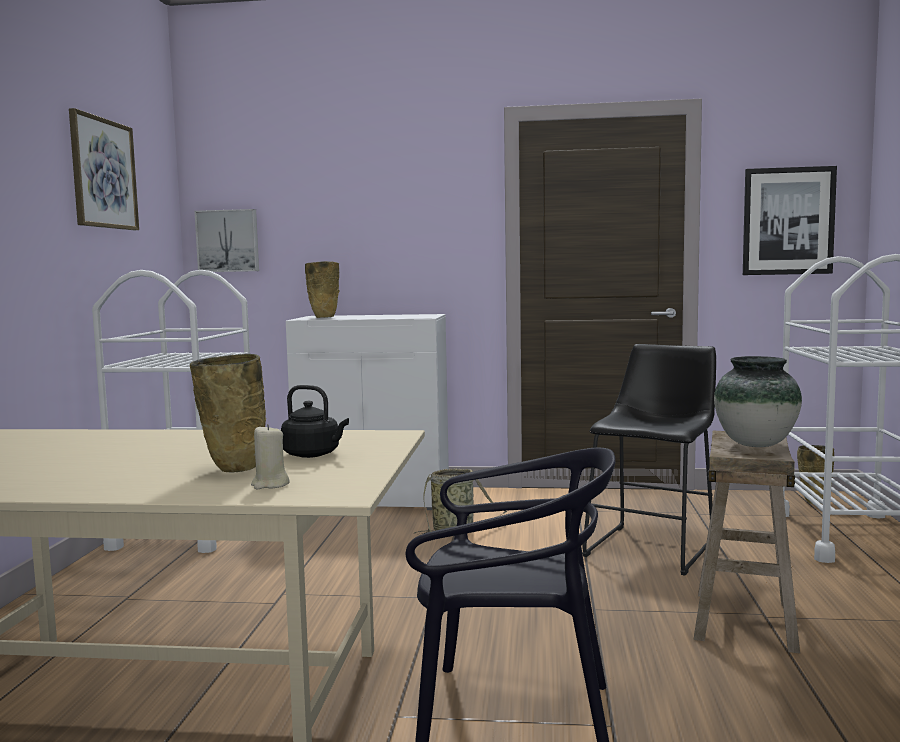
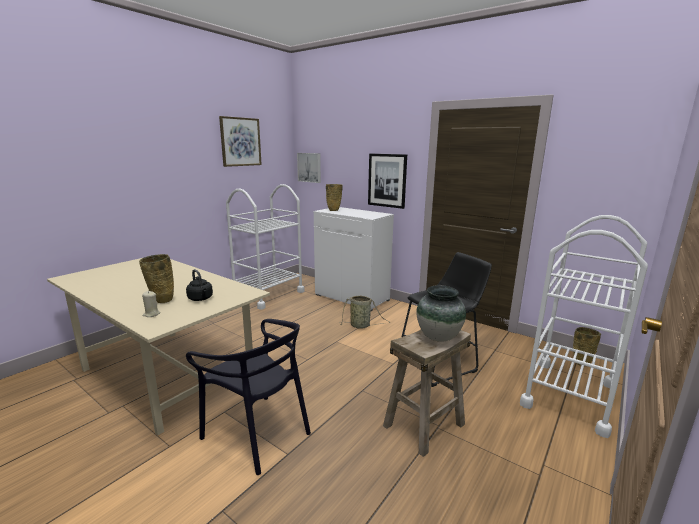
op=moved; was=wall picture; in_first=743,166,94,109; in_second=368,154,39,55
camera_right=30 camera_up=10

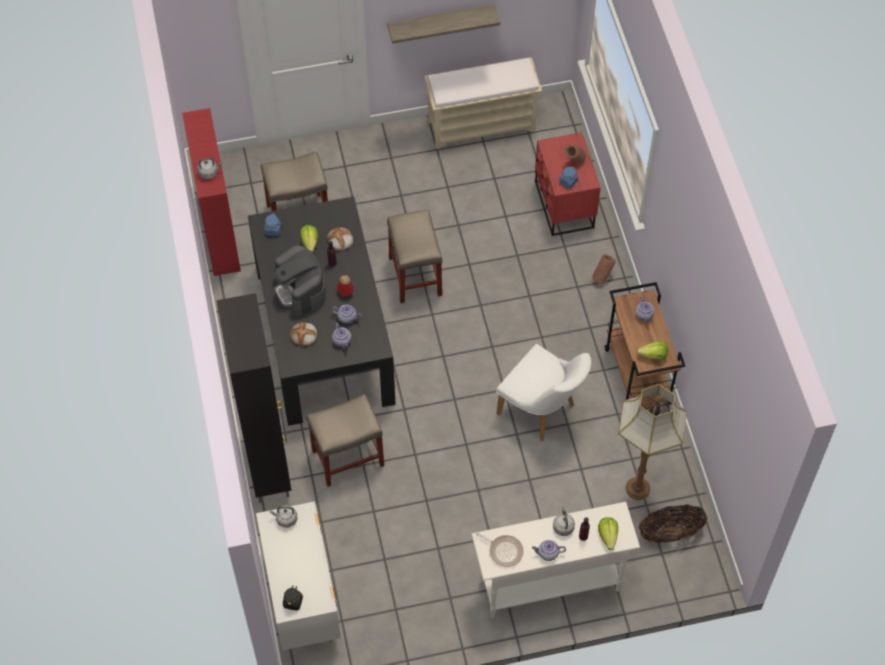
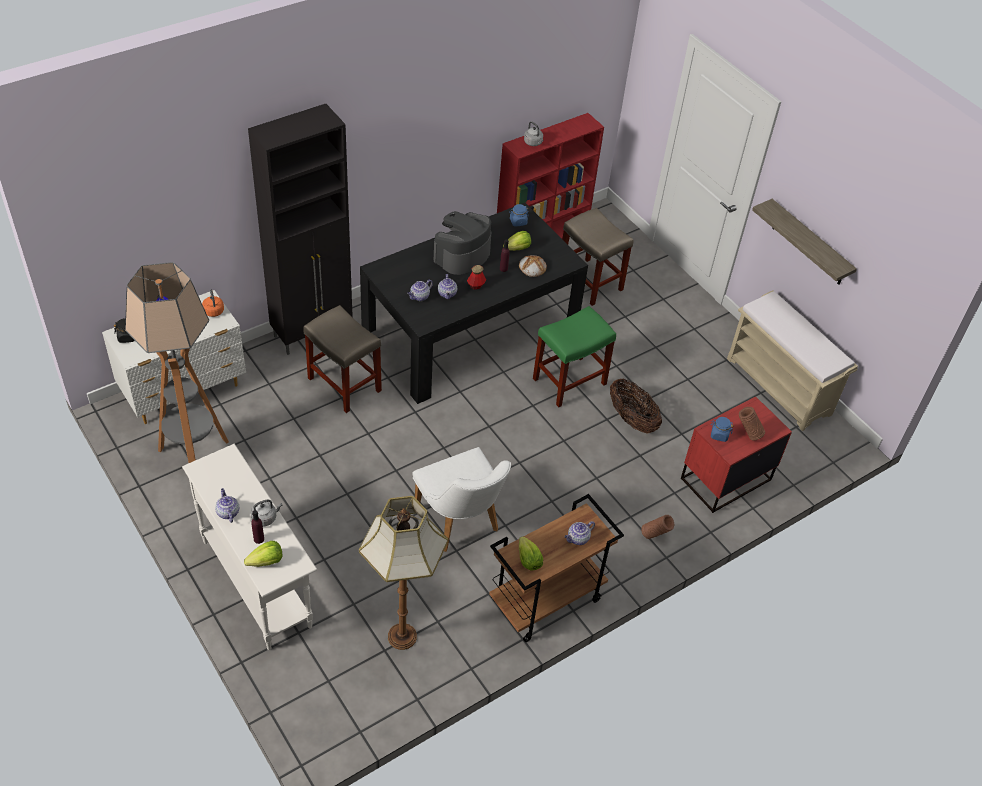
op=recoloured; was=water kettle (grey); now=water kettle (orangey); in_first=269,505,28,23; in_second=202,289,22,28
op=removed; was=baked bread; in_first=290,322,27,25
op=recoloured; was=stool (sand-coloured); now=stool (green); in_first=387,210,56,93; in_second=533,306,83,101
op=removed; was=frying pan; in_first=476,532,48,35
op=turned; was=chair (white); in_first=496,344,95,97; in_second=413,447,98,105; clockwise=-45
op=moved; was=basket; in_first=639,504,68,39; in_second=610,378,52,56
op=added; now=standard lamp; in_second=125,262,104,201
camera_right=65 camera_up=-10

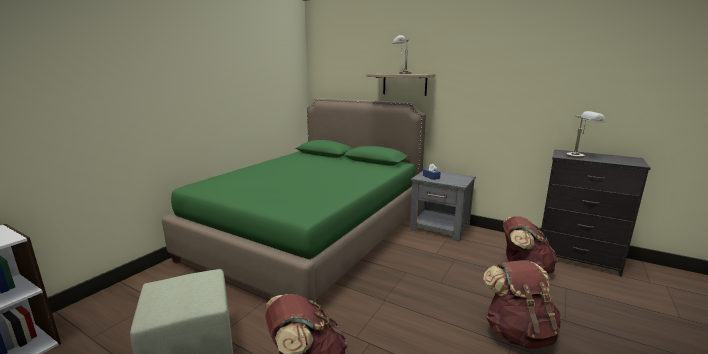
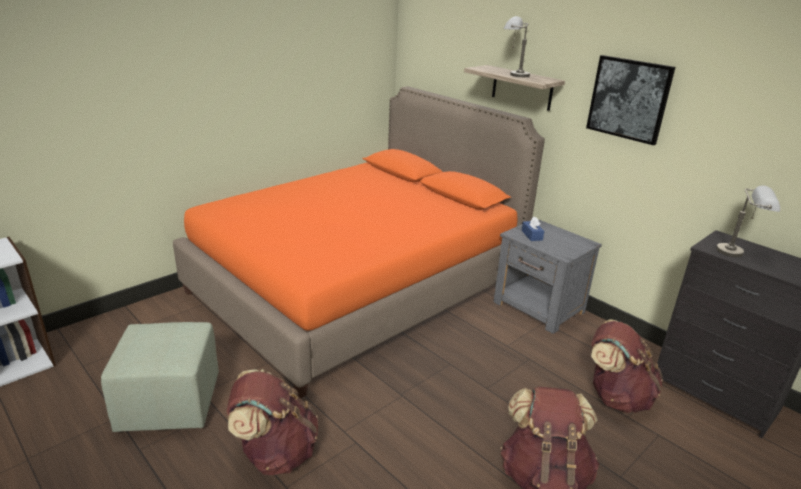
op=recoloured; was=bedroom bed (green); now=bedroom bed (orangey); in_first=162,98,264,204; in_second=173,86,372,313
op=added; now=wall picture; in_second=586,55,89,90
camera_right=15 camera_up=10

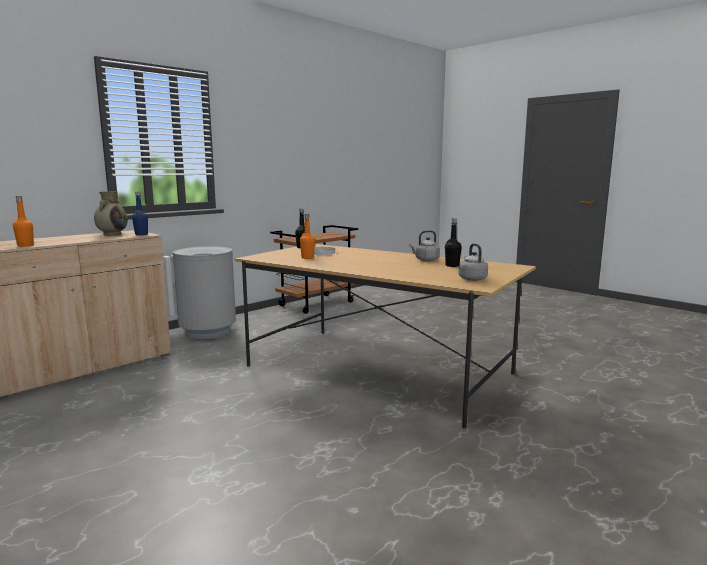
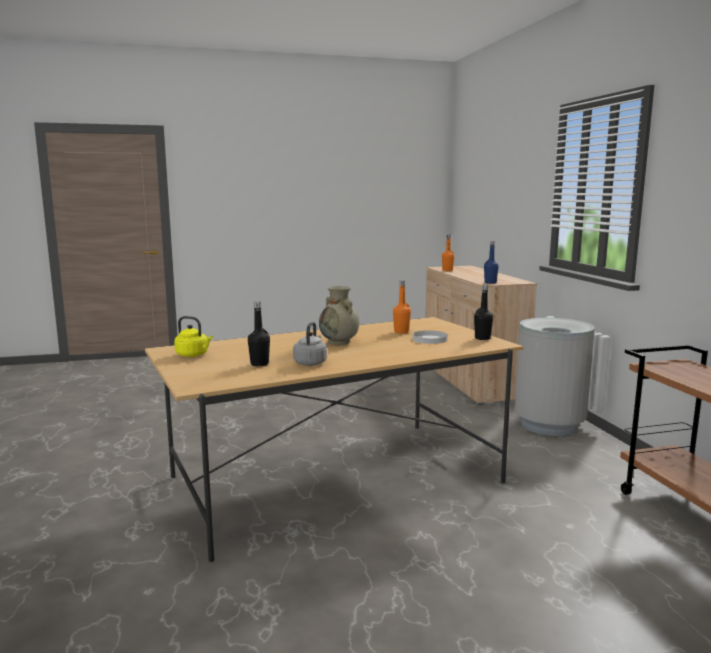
op=moved; was=vase (sand-coloured); in_first=94,191,34,44; in_second=319,286,40,59
op=recoloured; was=water kettle (grey); now=water kettle (yellow-coloured); in_first=458,243,30,38; in_second=174,316,39,41
camera_right=120 camera_up=0

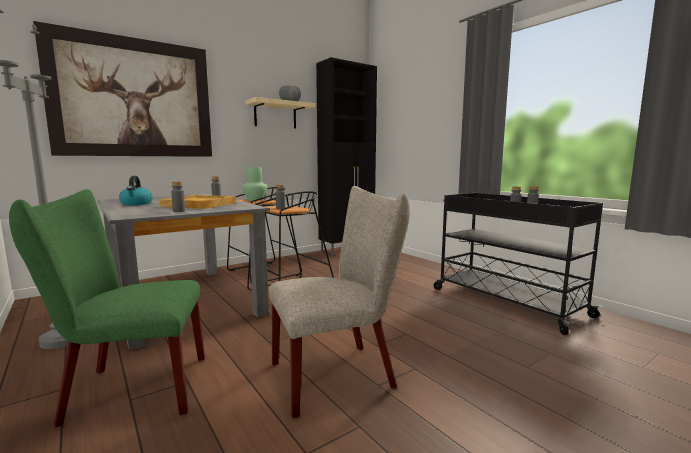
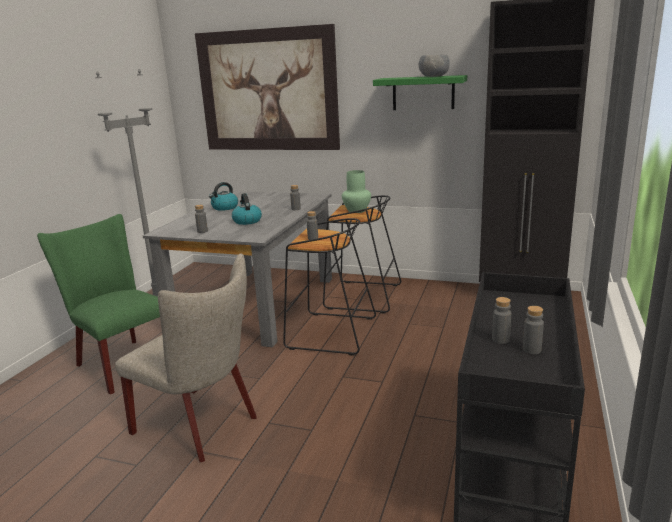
op=replaced; was=serving tray (sand-coloured); now=water kettle; in_first=159,195,77,14; in_second=232,193,30,32
op=recoloured; was=bracket shelf (sand-coloured); now=bracket shelf (green); in_first=245,97,70,31; in_second=373,75,94,35
camera_right=55 camera_up=10

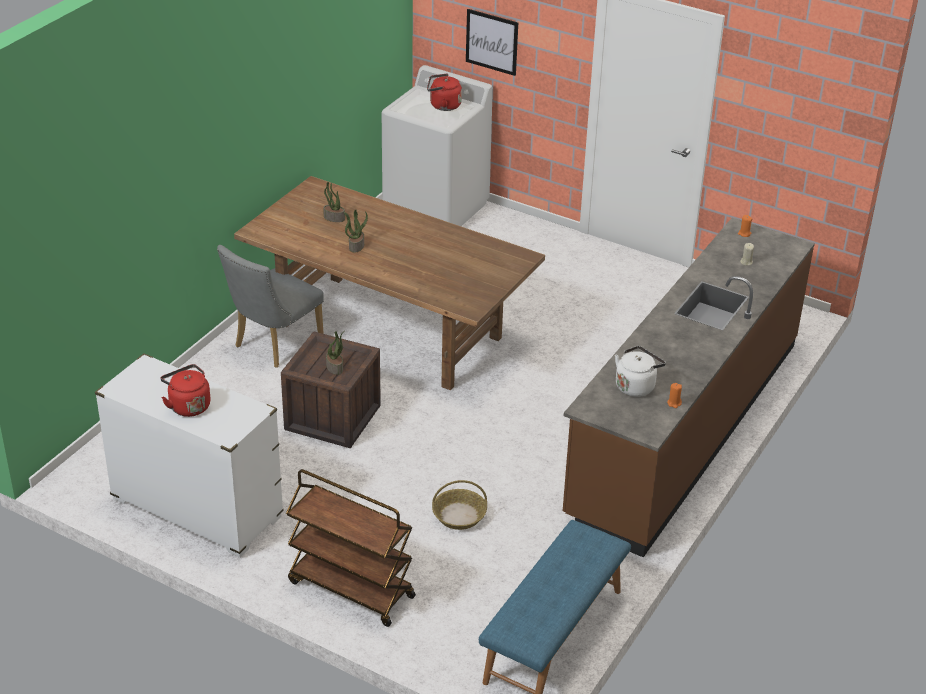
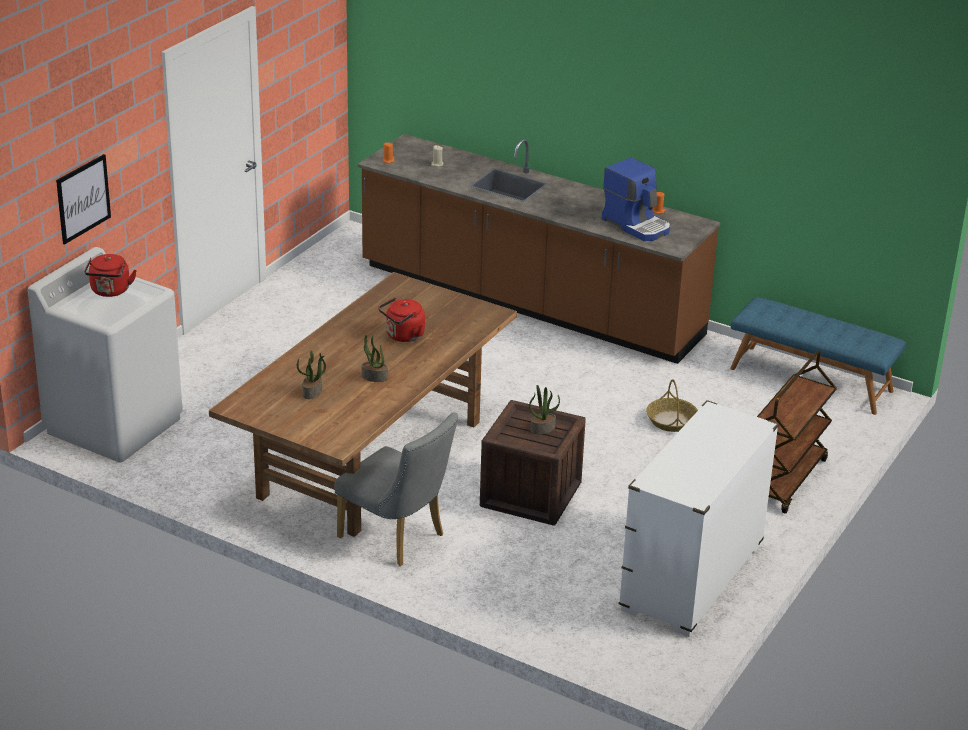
op=moved; was=water kettle (reddish); in_first=160,364,51,53; in_second=378,297,47,45
op=replaced; was=water kettle (white); now=coffee machine; in_first=615,346,51,51; in_second=602,157,68,84
camera_right=-90 camera_up=-5

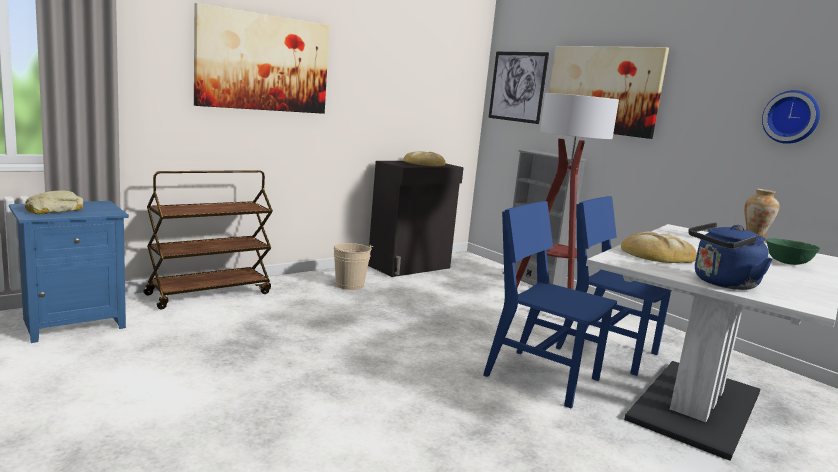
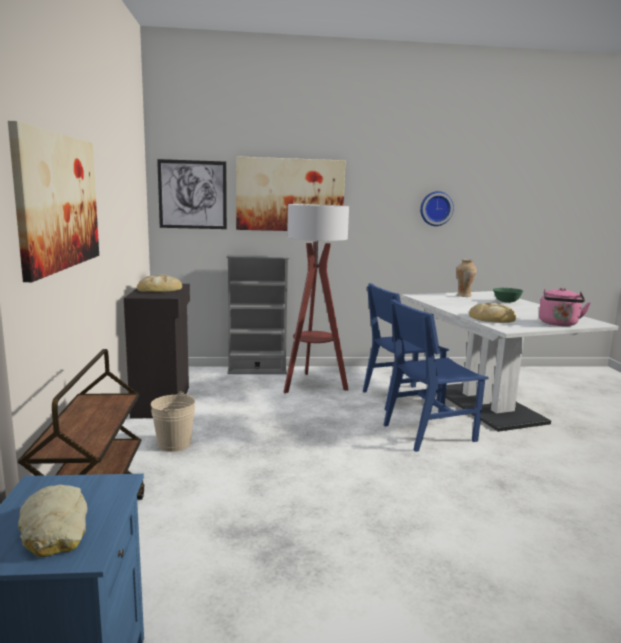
op=recoloured; was=water kettle (blue-coloured); now=water kettle (pink-coloured); in_first=688,222,85,68; in_second=539,287,52,39
camera_right=-55 camera_up=0

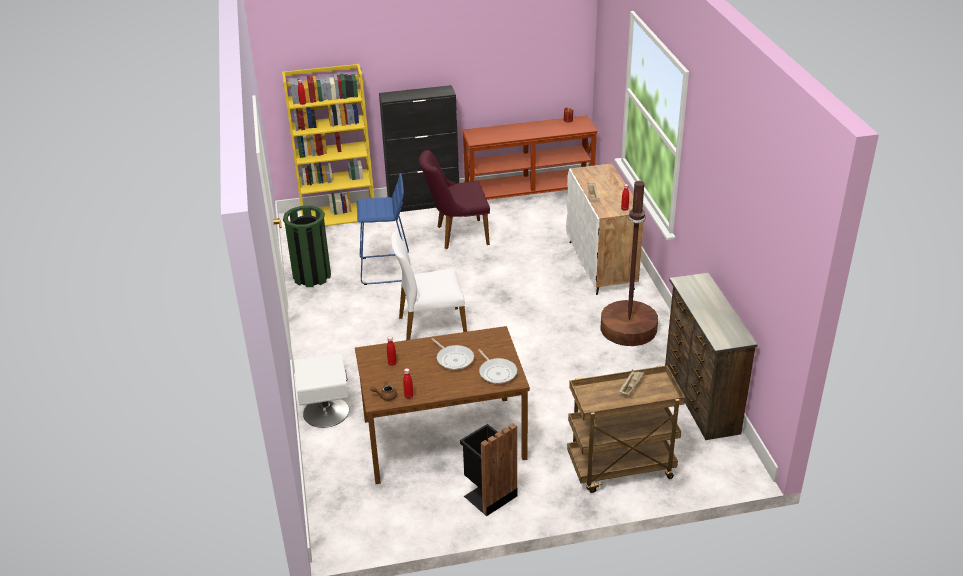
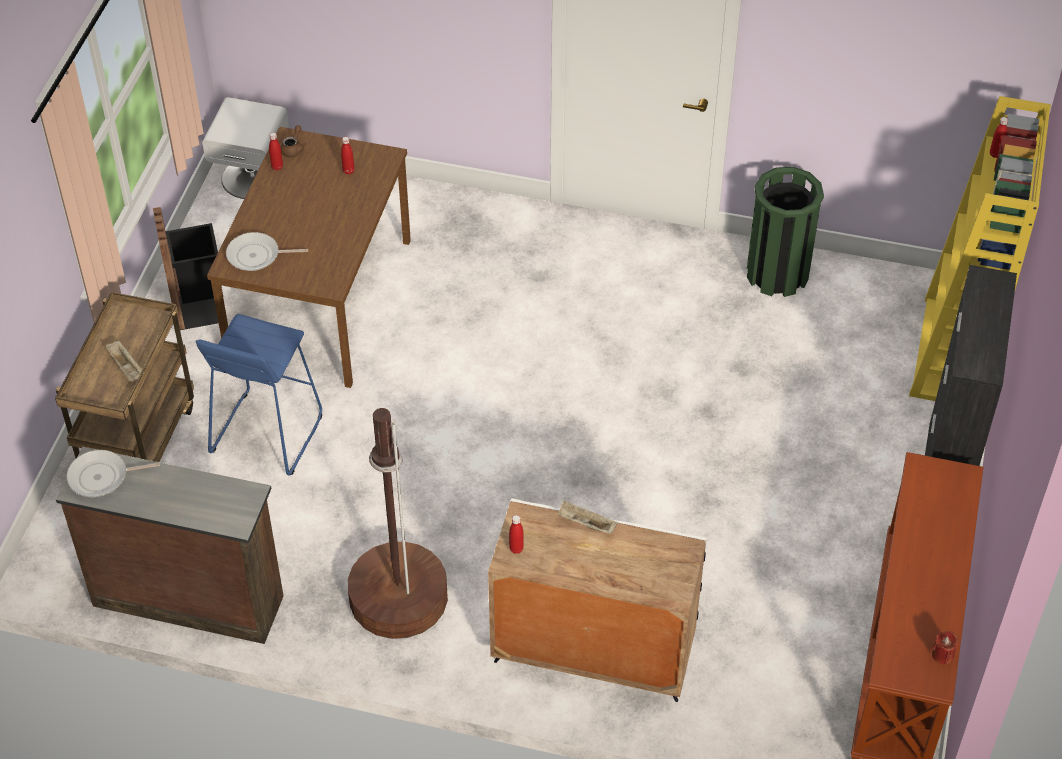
op=moved; was=bedside table (white); in_first=294,353,55,75; in_second=202,97,87,102
op=moved; was=stool (blue-coloured); in_first=357,173,52,112; in_second=196,314,126,162
op=removed; was=chair (white); in_first=391,231,76,109
op=removed; was=chair (purplish); in_first=419,150,71,99
op=moved; was=frying pan; in_first=431,338,43,32; in_second=66,450,94,47
camera_right=115 camera_up=15

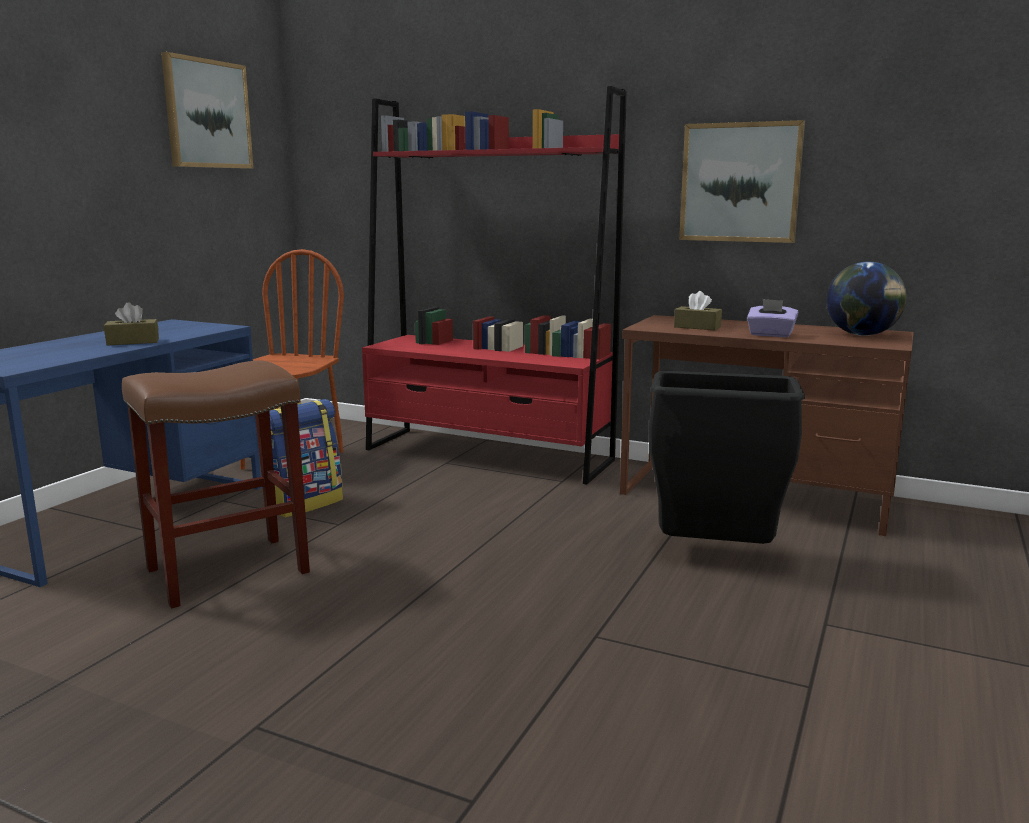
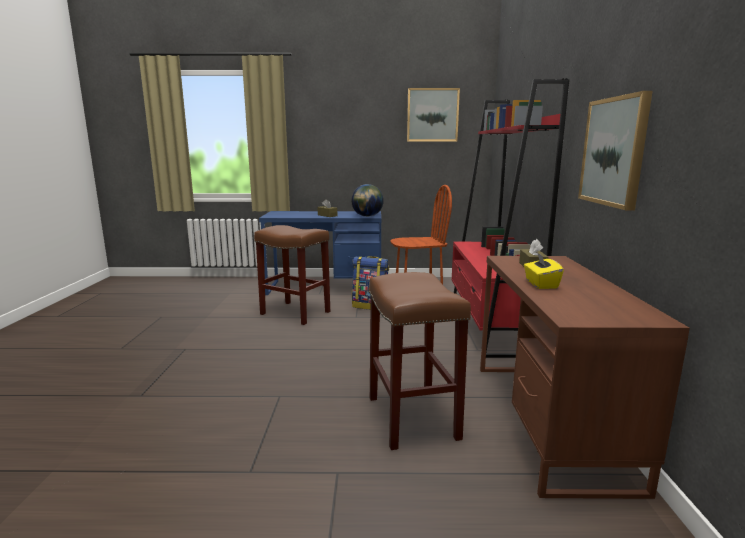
op=replaced; was=rubbish bin (black); now=stool (brown); in_first=649,371,156,173; in_second=369,272,102,178
op=recoloured; was=tissue holder (purplish); now=tissue holder (yellow-coloured); in_first=747,299,51,38; in_second=524,252,40,37
op=moved; was=world globe; in_first=826,262,81,74; in_second=351,184,33,33
camera_right=65 camera_up=0

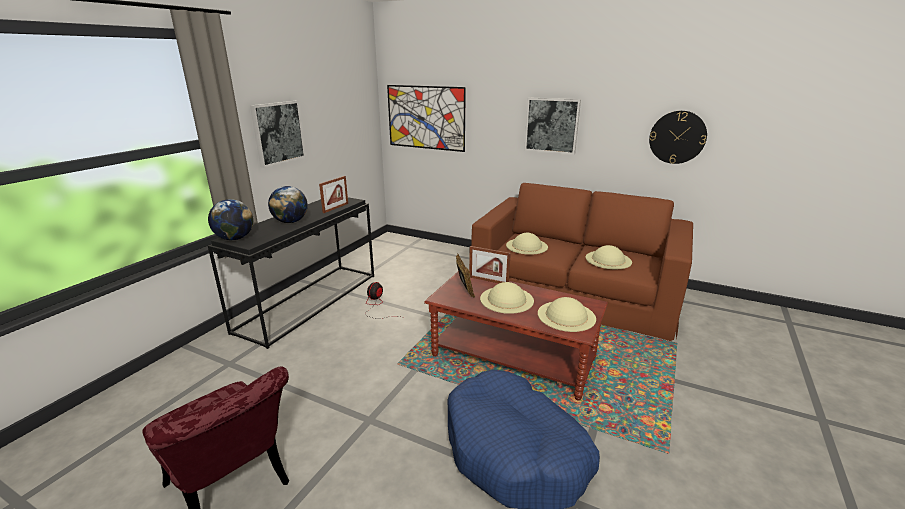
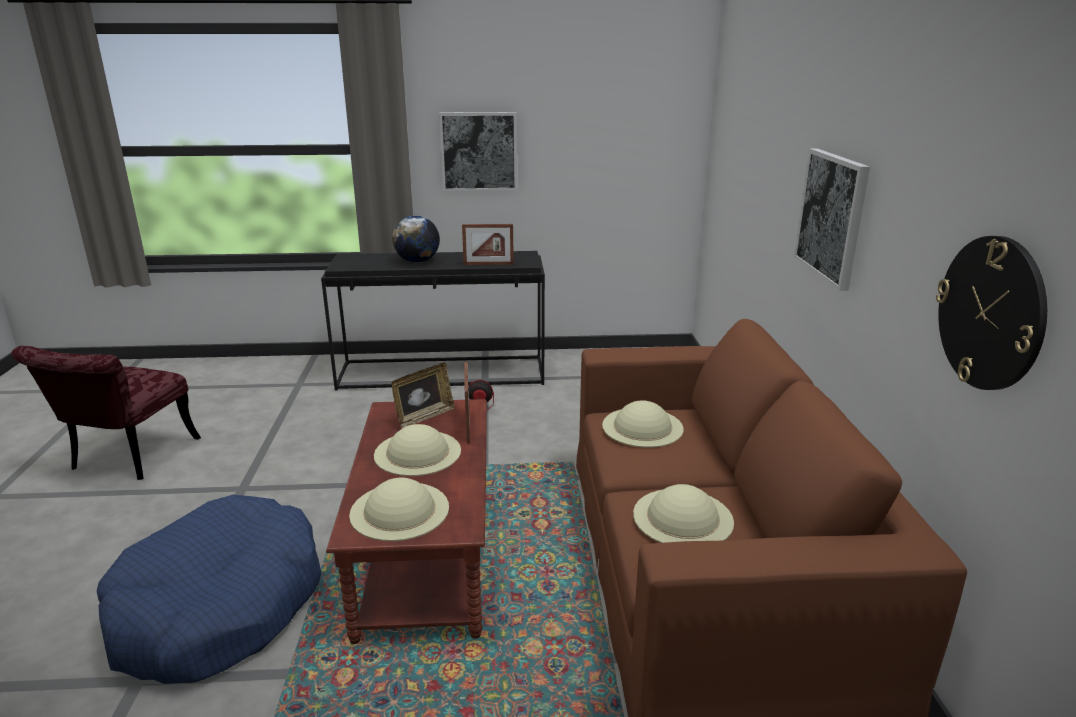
op=removed; was=world globe; in_first=208,199,46,41
op=removed; was=wall picture; in_first=387,85,79,67
camera_right=60 camera_up=0

